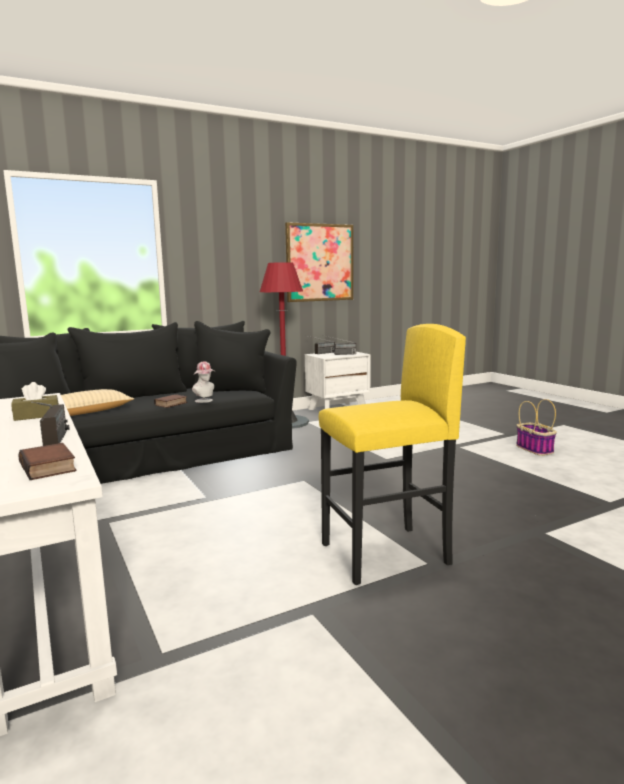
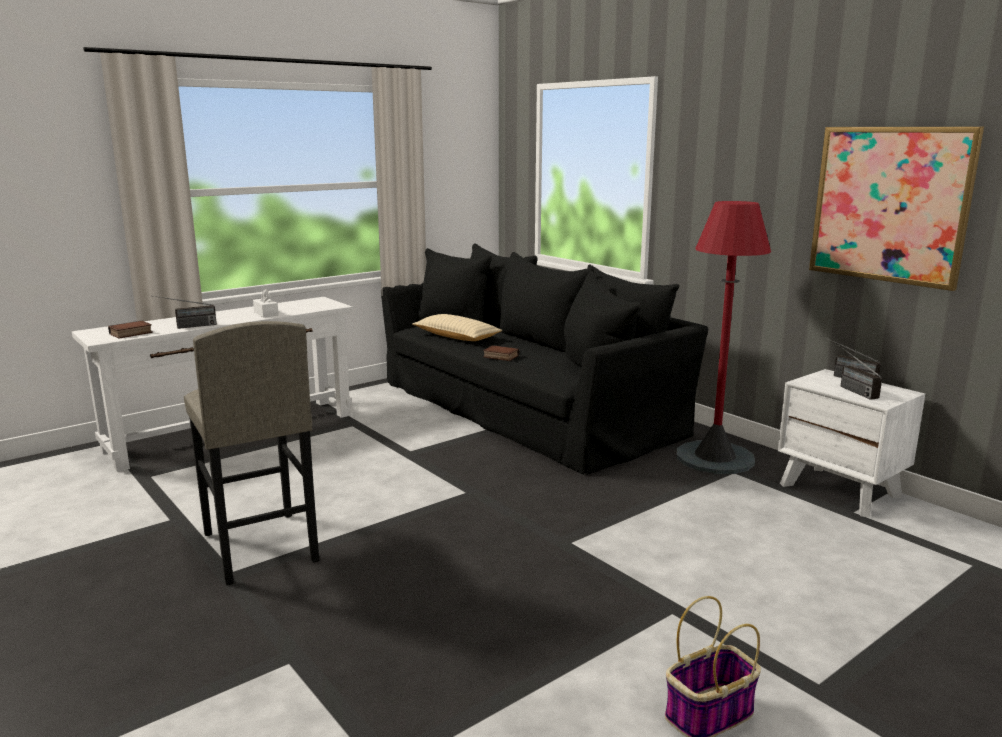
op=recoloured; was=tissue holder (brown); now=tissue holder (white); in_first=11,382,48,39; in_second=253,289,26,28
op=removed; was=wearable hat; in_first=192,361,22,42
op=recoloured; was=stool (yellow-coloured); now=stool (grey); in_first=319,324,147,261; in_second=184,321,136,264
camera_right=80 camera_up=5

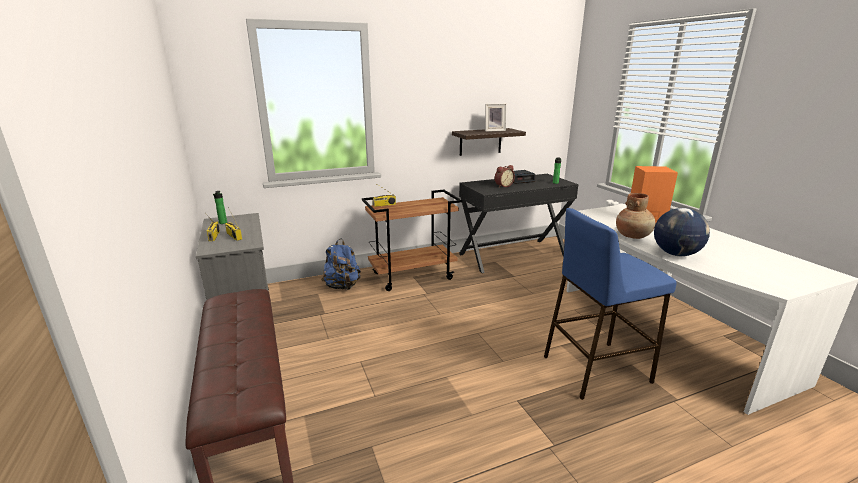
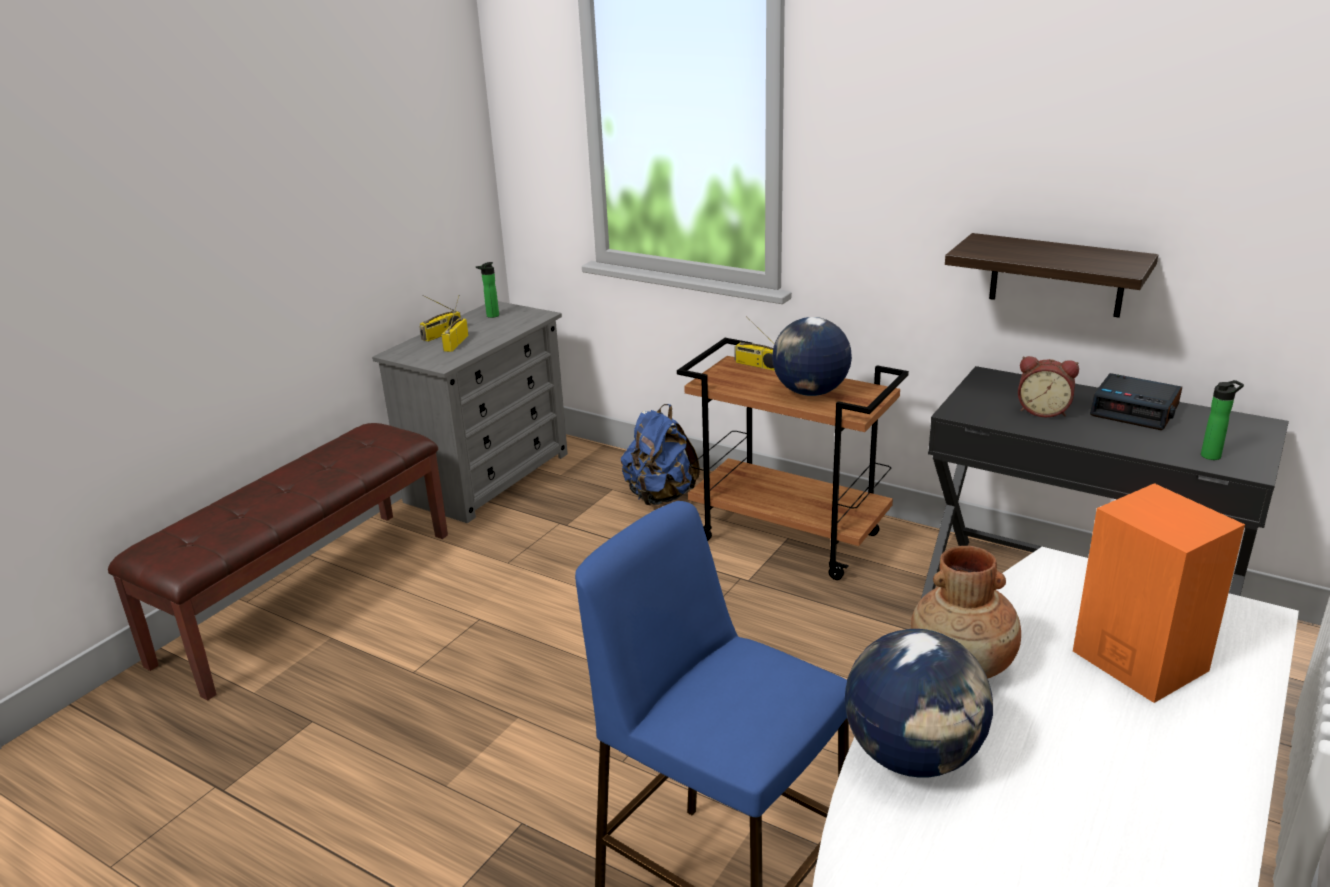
op=removed; was=standing frame; in_first=485,104,21,28
op=added; now=world globe; in_second=772,317,80,79
camera_right=55 camera_up=5

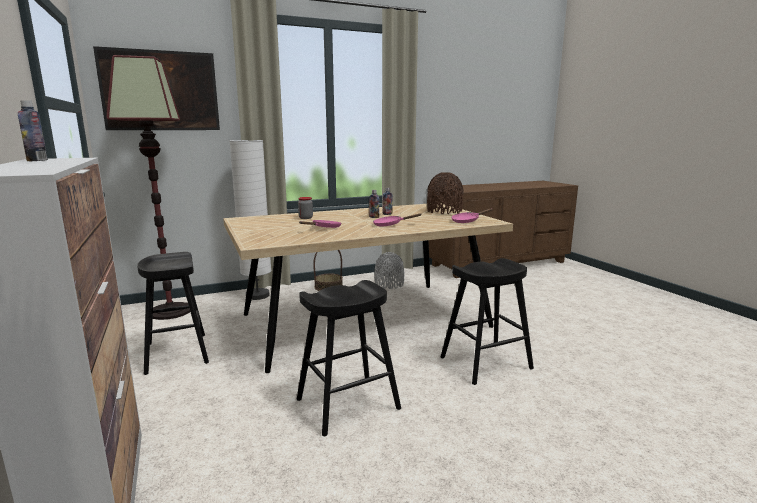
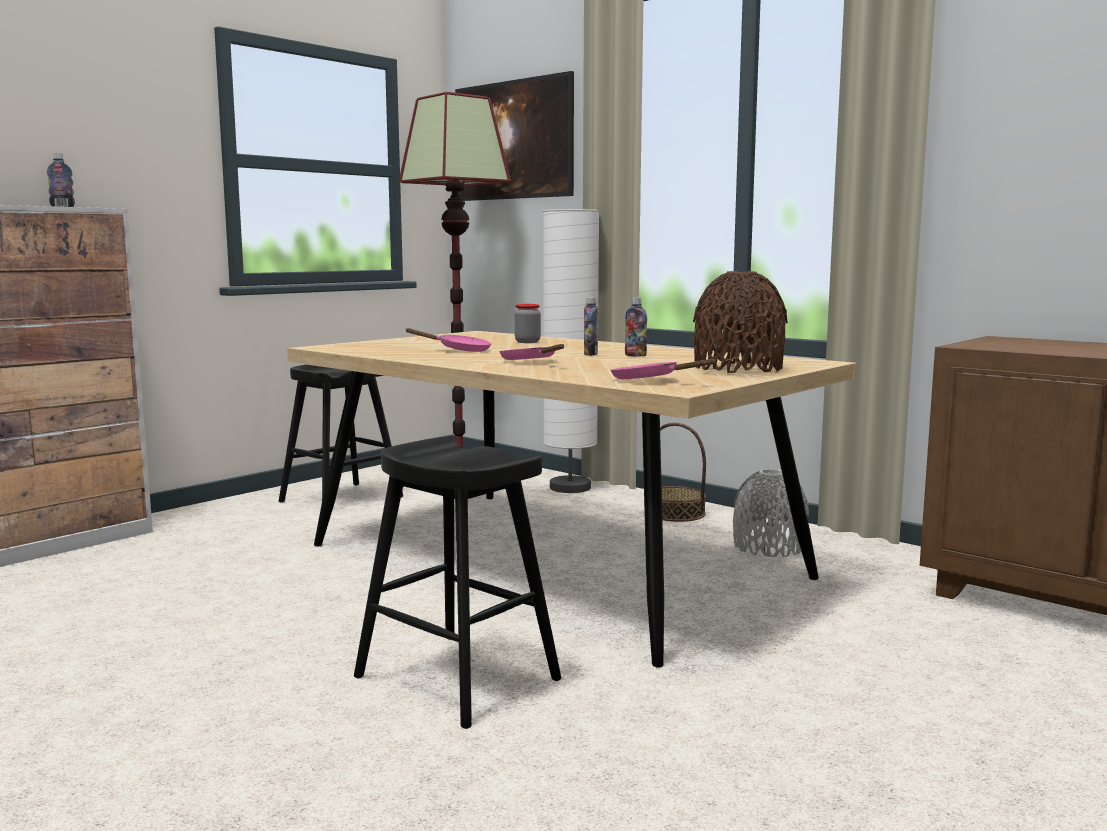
op=removed; was=stool (black); in_first=297,280,104,156
camera_right=65 camera_up=-5

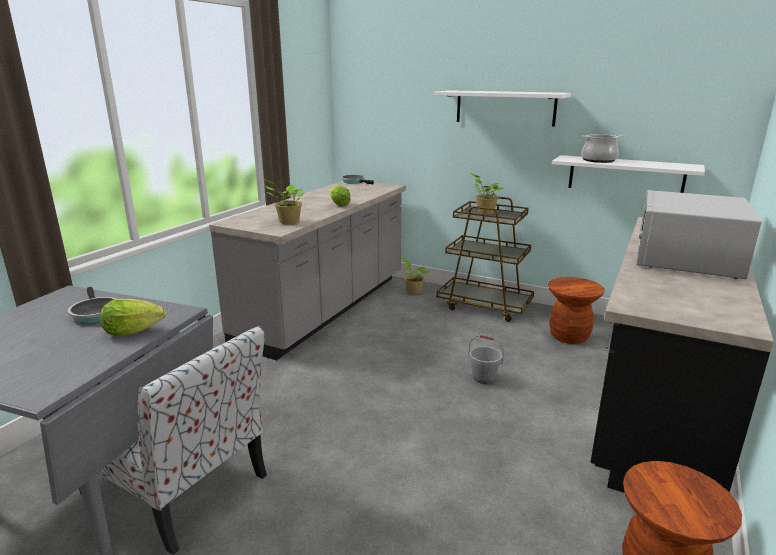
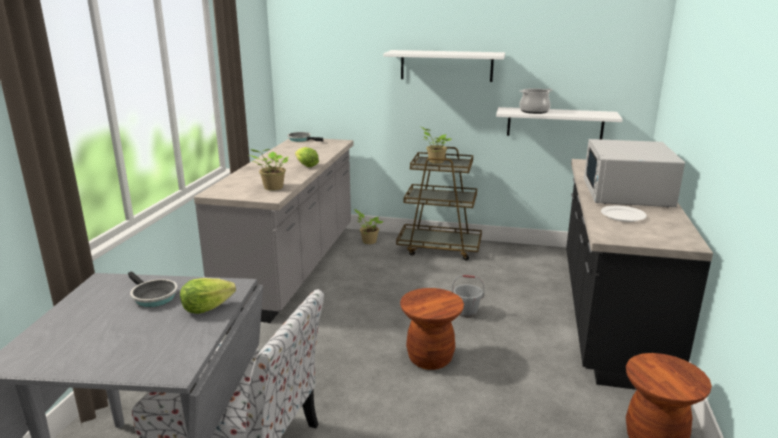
op=moved; was=stool (brown); in_first=548,277,57,67; in_second=400,288,64,82
op=added; now=dinner plate (white); in_second=601,206,46,16
camera_right=-15 camera_up=0

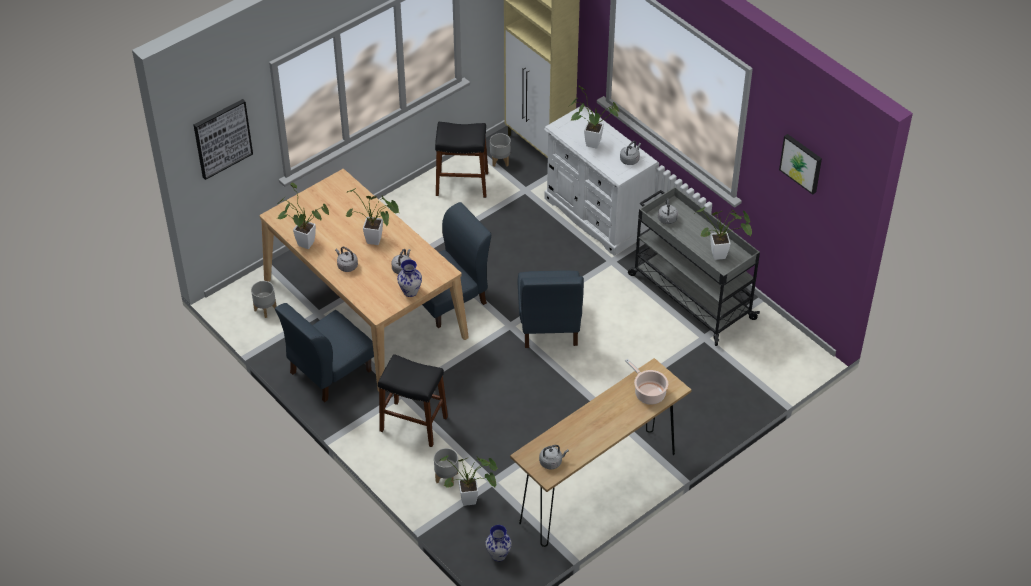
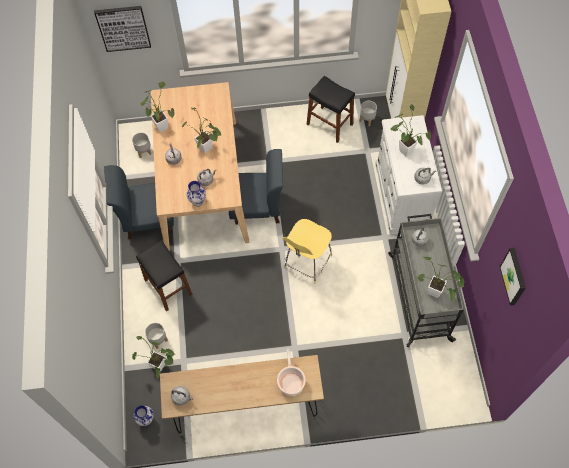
op=replaced; was=chair (blue-coloured); now=stool (yellow-coloured); in_first=517,270,67,78; in_second=282,219,50,65
camera_right=35 camera_up=15

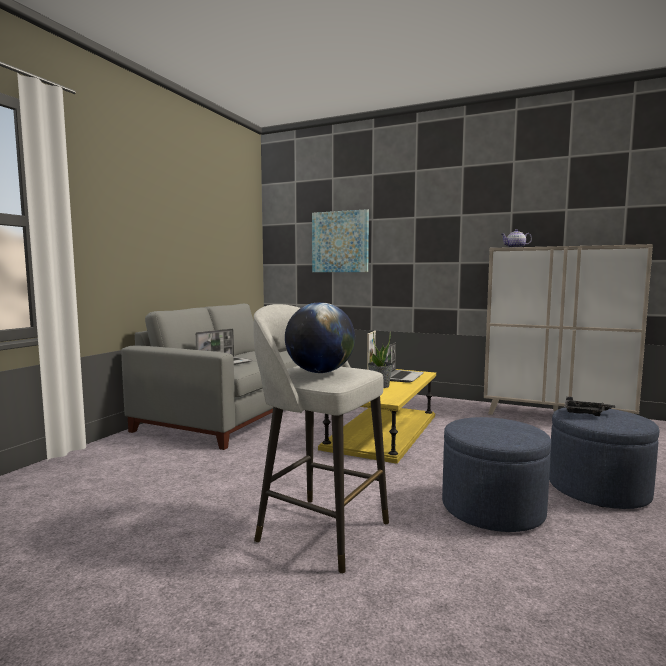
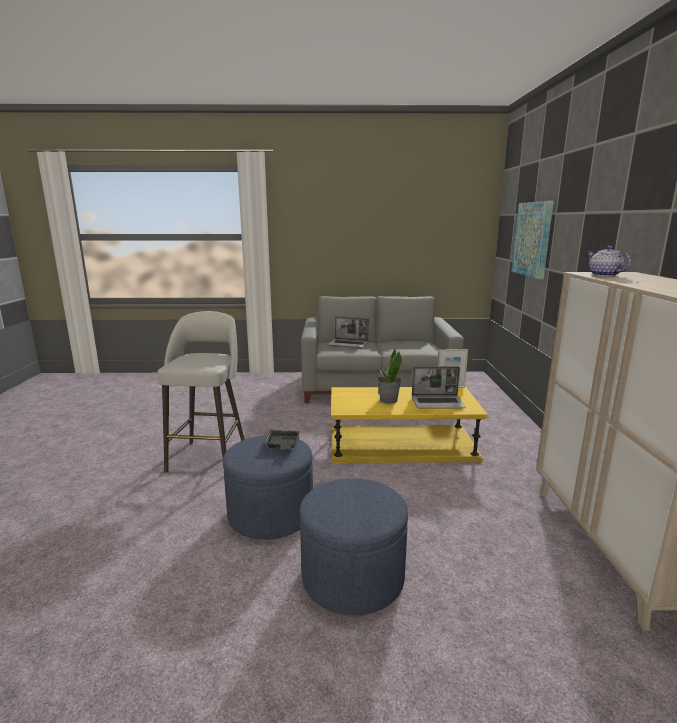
op=removed; was=world globe; in_first=285,302,70,71
op=moved; was=serving tray (black); in_first=564,397,51,19; in_second=263,429,37,21
camera_right=65 camera_up=10

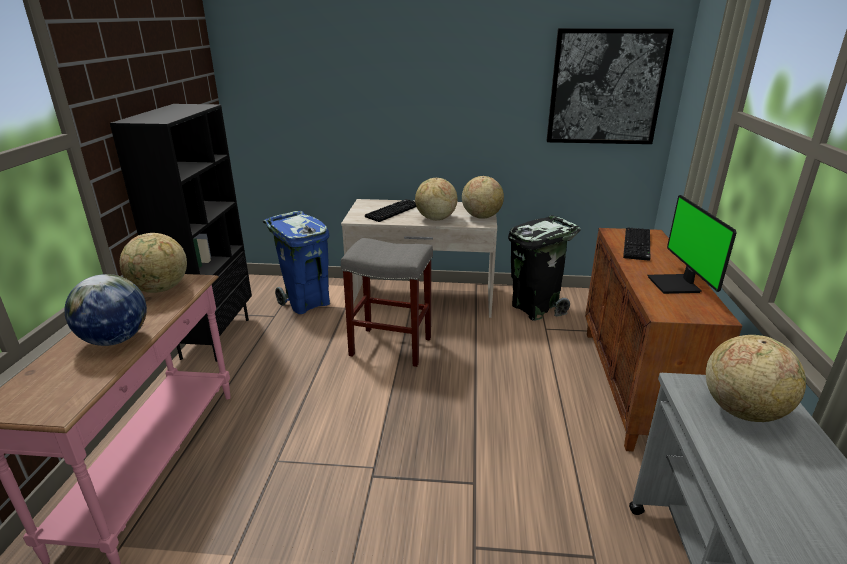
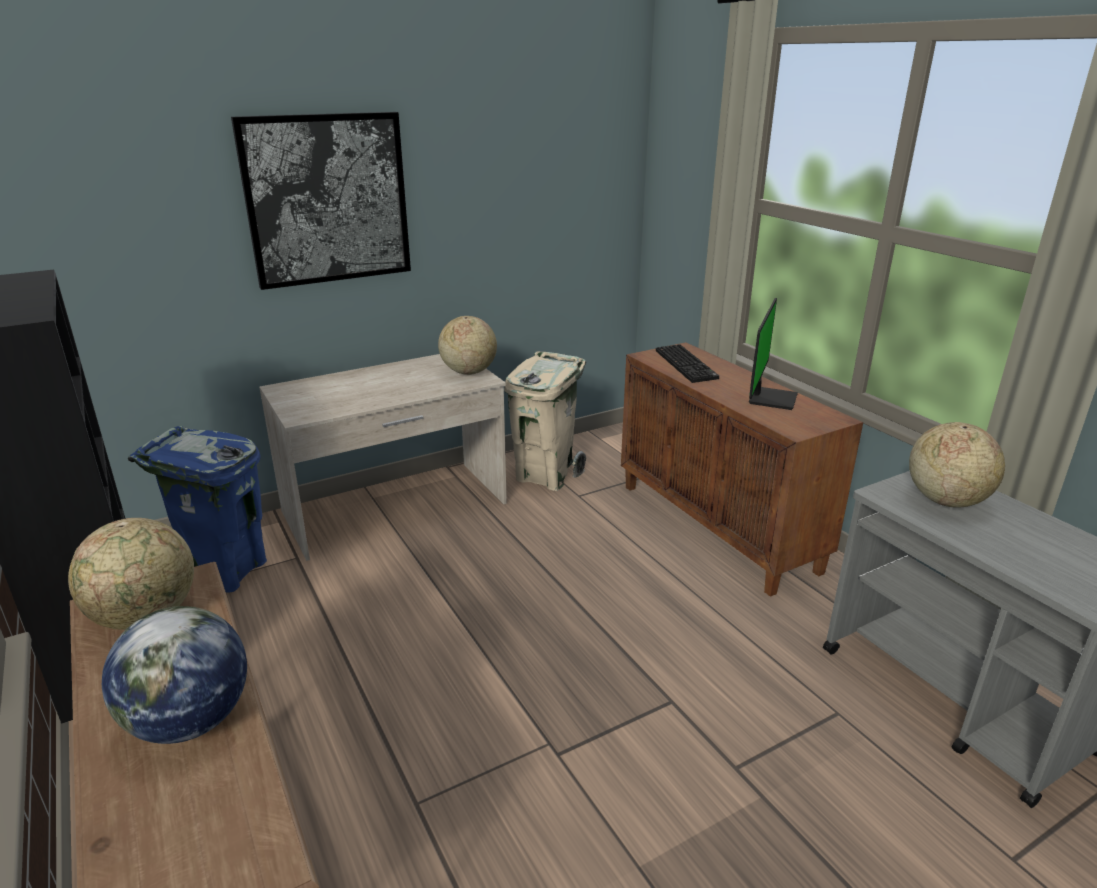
op=removed; was=stool (grey); in_first=341,238,92,129
op=removed; was=keyboard; in_first=365,199,51,23
op=removed; was=world globe; in_first=415,178,42,42
op=recoloured; was=rubbish bin (black); now=rubbish bin (sand-coloured); in_first=508,215,73,106; in_second=504,351,82,140
op=moved; was=wall picture; in_first=547,28,127,116; in_second=231,112,180,178
op=turned; was=computer display; in_first=647,195,89,99; in_second=749,298,49,112; clockwise=-120
camera_right=-35 camera_up=0

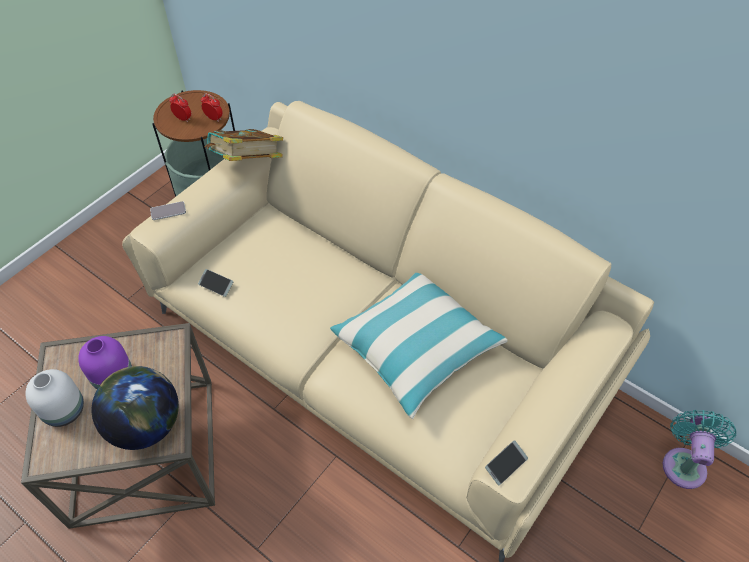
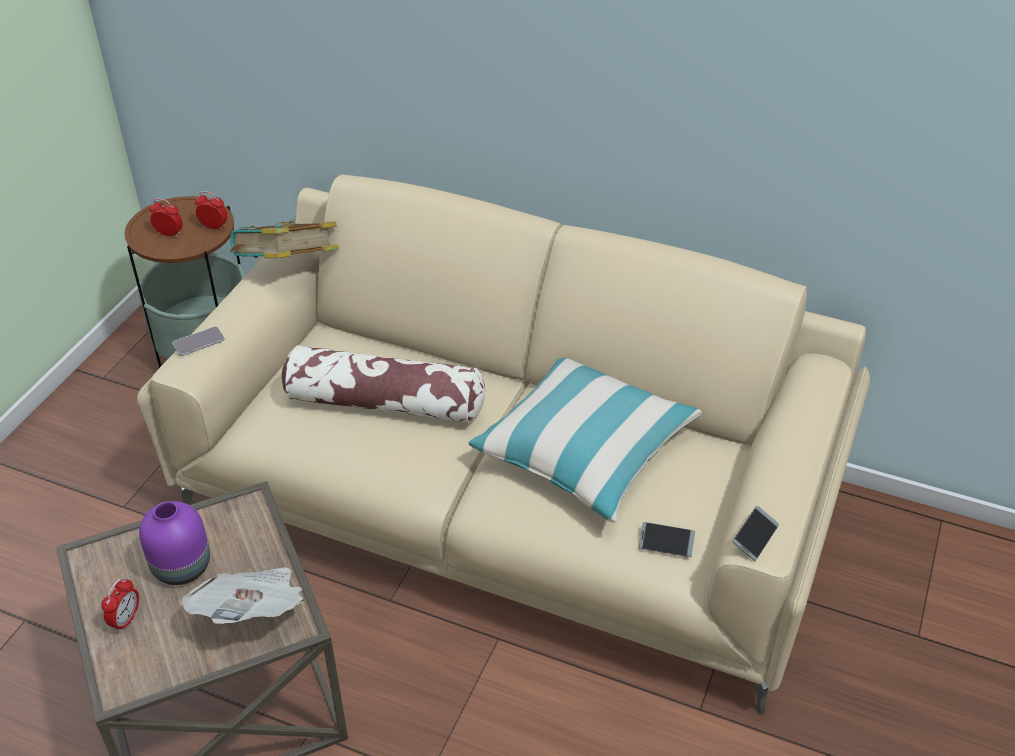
op=replaced; was=vase (white); now=bedside clock; in_first=25,369,59,58; in_second=101,577,38,55
op=replaced; was=world globe; now=printed paper; in_first=92,366,87,84; in_second=182,567,122,57
op=moved; was=phone; in_first=198,269,35,28; in_second=639,522,56,35
op=removed; was=electric fan (turquoise); in_first=662,410,74,79
op=added; now=throw pillow; in_second=282,345,203,78
camera_right=-15 camera_up=-10

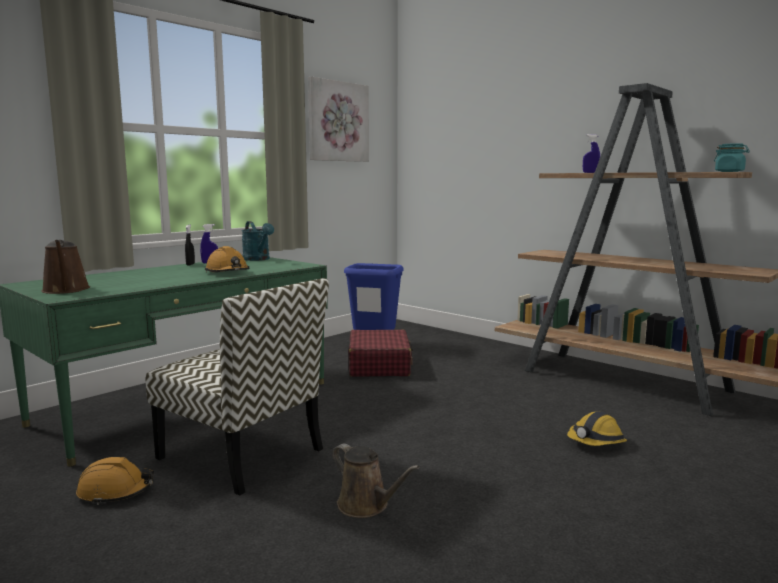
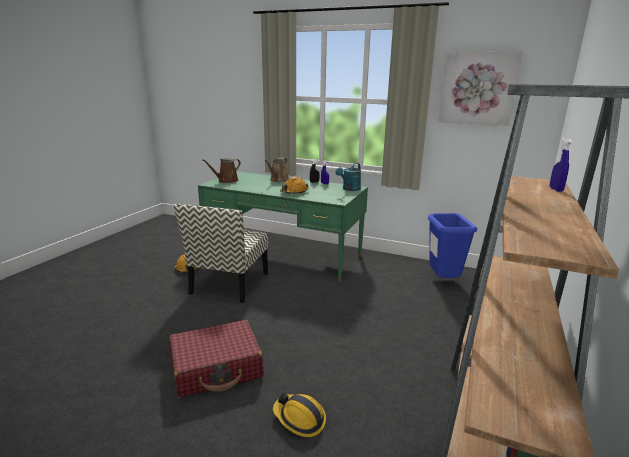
op=moved; was=sprinkling can (brown); in_first=332,444,88,74; in_second=265,158,24,24
op=moved; was=travel case (reddish); in_first=348,329,65,48; in_second=169,320,94,78
op=removed; was=storage jar (turquoise); in_first=714,143,36,29
camera_right=70 camera_up=10

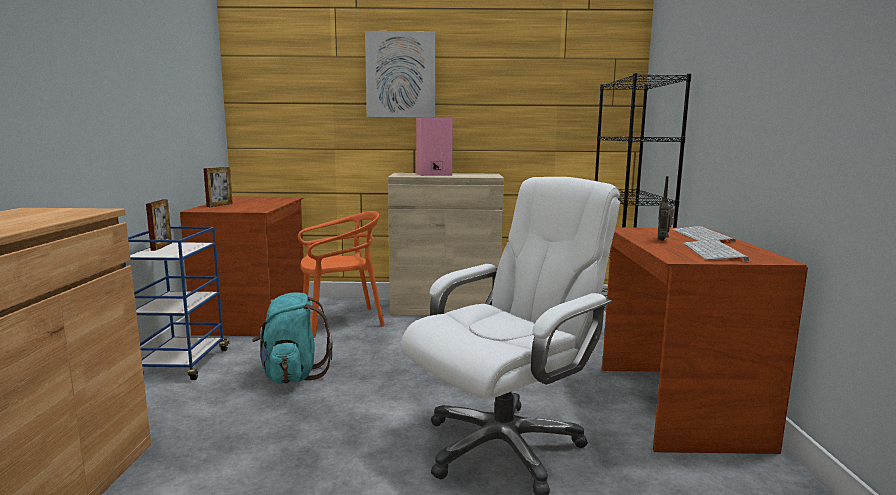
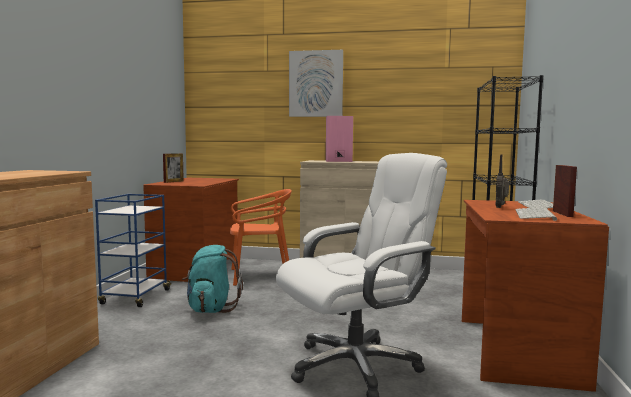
op=moved; was=standing frame; in_first=146,199,26,52; in_second=553,165,24,52
camera_right=10 camera_up=-5

